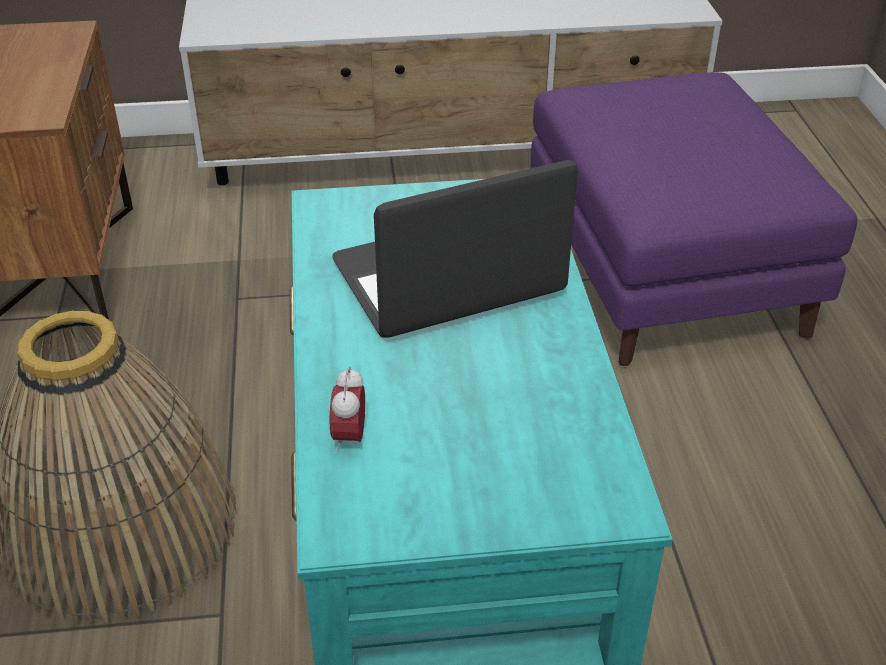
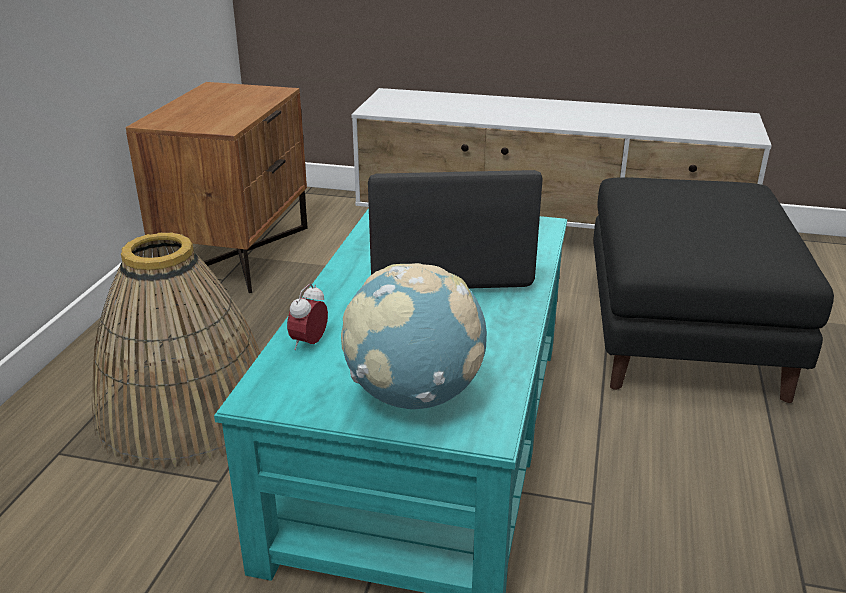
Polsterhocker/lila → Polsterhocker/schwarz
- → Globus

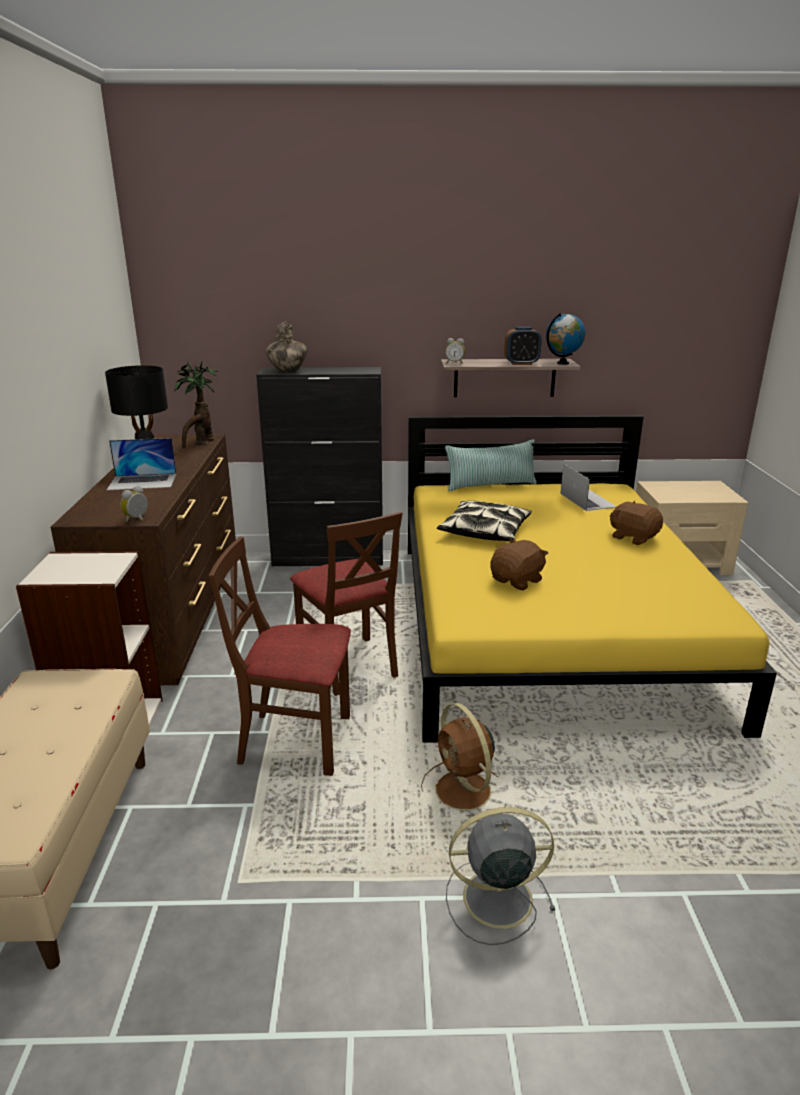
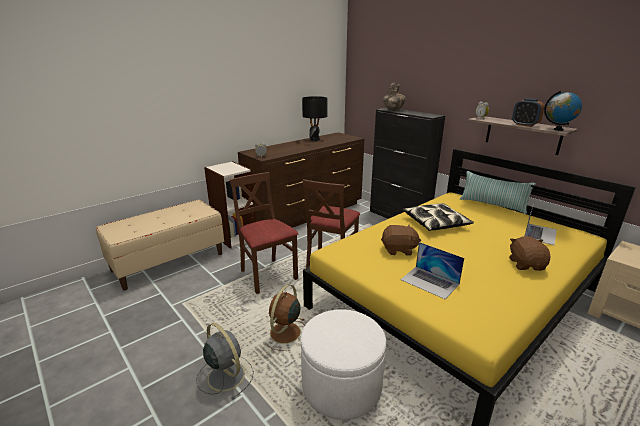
Topfpflanze → -
Laptop (no. 1 from left), shifted
- → Polsterhocker/weiß

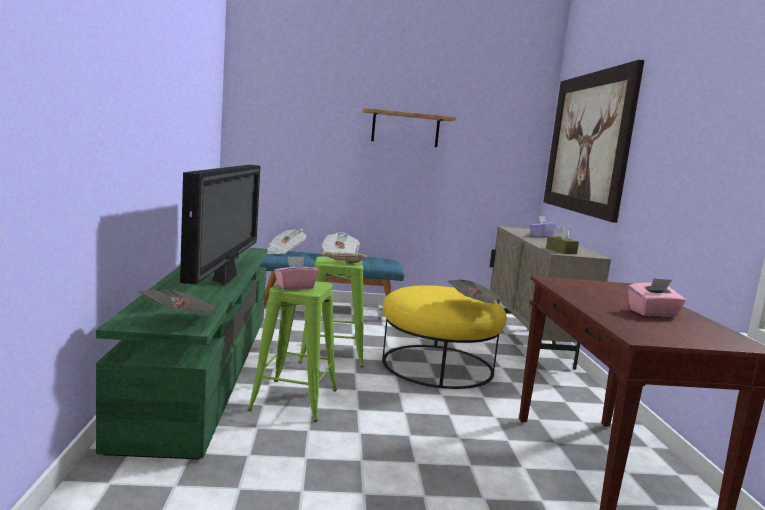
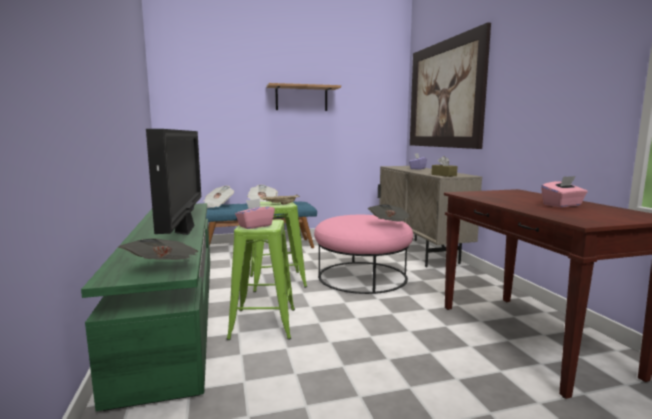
Polsterhocker/gelb → Polsterhocker/rosa

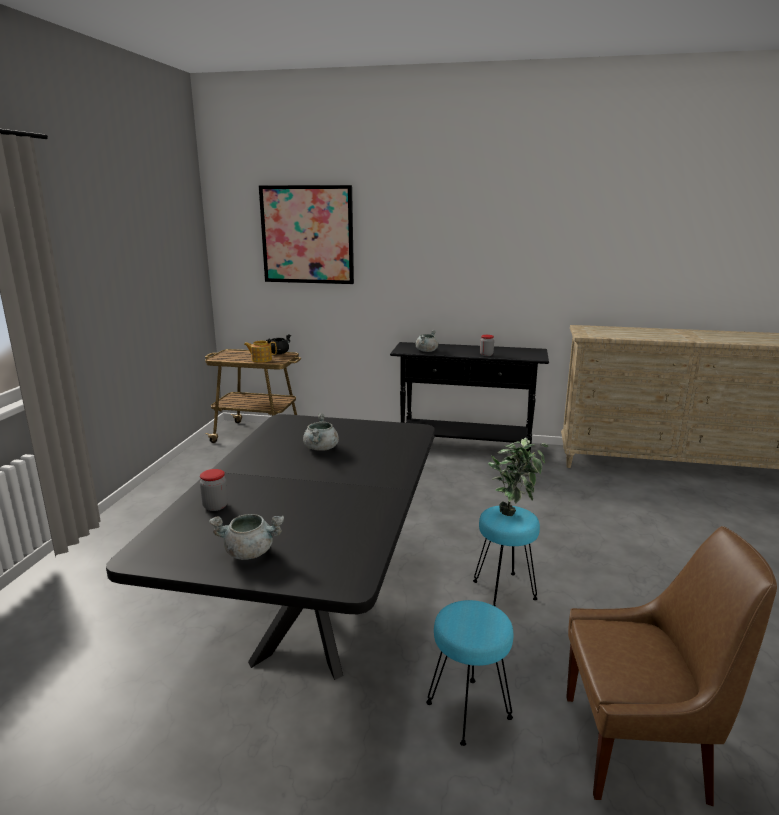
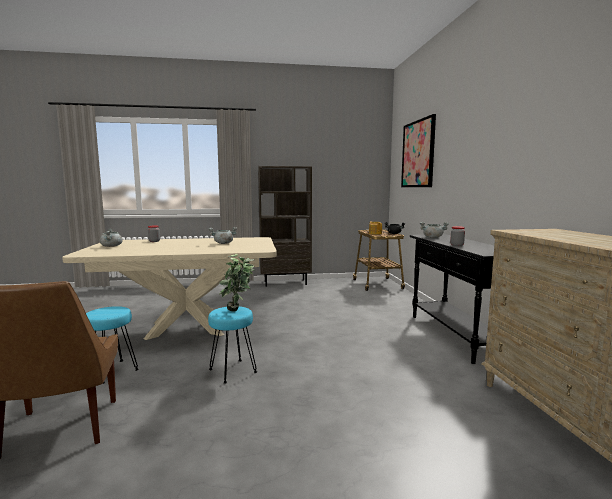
Esstisch/schwarz → Esstisch/beige
- → Bücherregal/braun

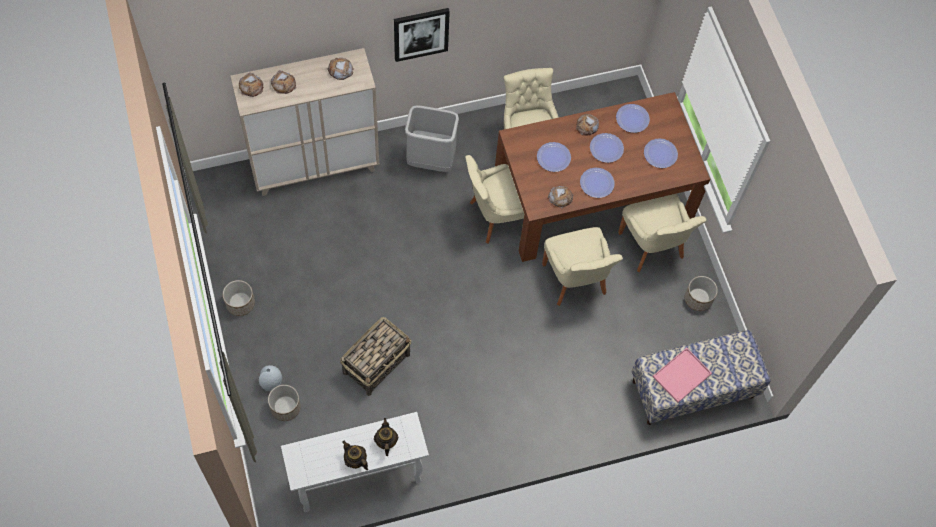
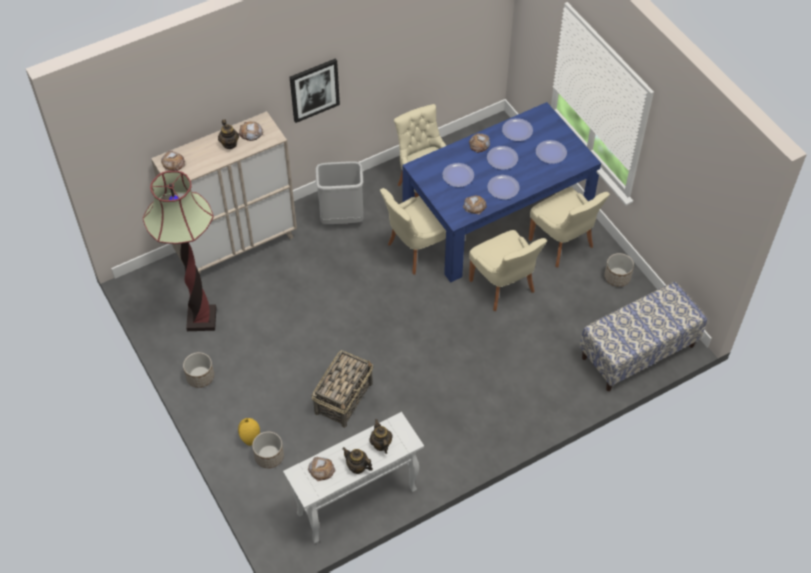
Brot (no. 2 from left in the first image) → Brot (no. 3 from left), shifted
Esstisch/braun → Esstisch/blau
Tablett/rosa → -
Vase/grau → Vase/gelb
- → Teekanne (no. 1 from left)
- → Stehlampe

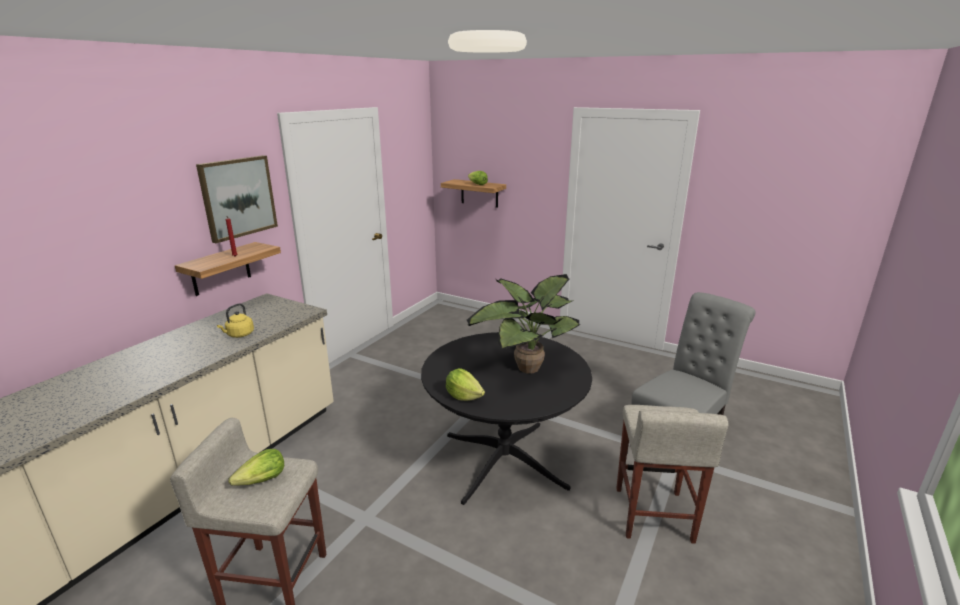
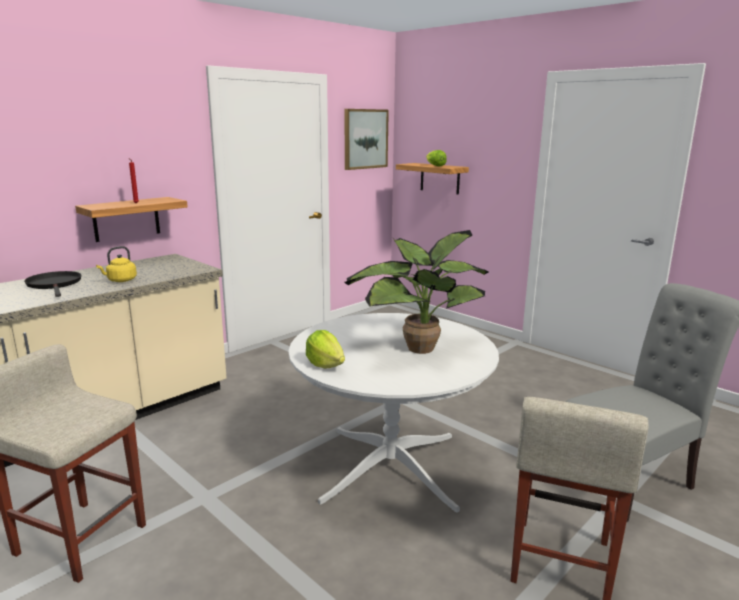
Bild, shifted
Esstisch/schwarz → Esstisch/weiß
Salatkopf (no. 1 from left) → -
- → Pfanne/schwarz

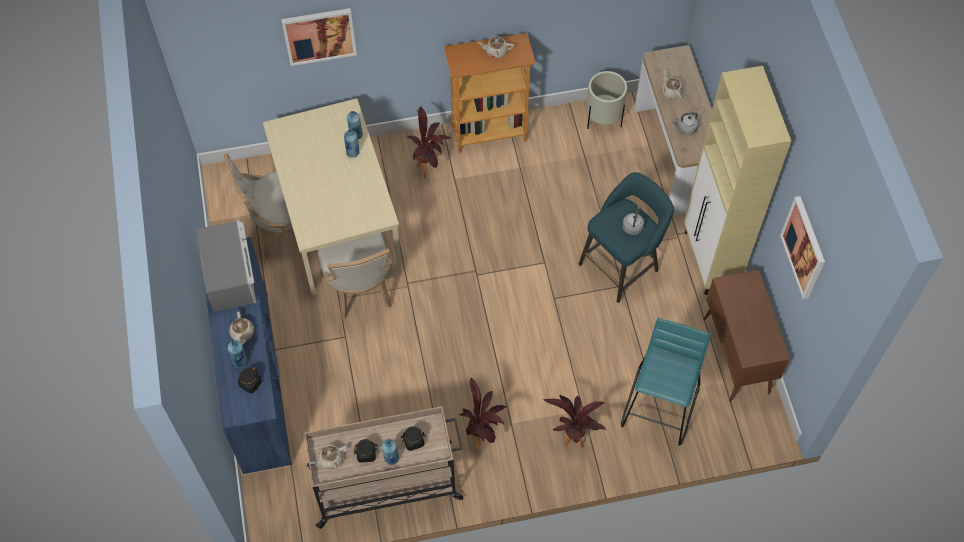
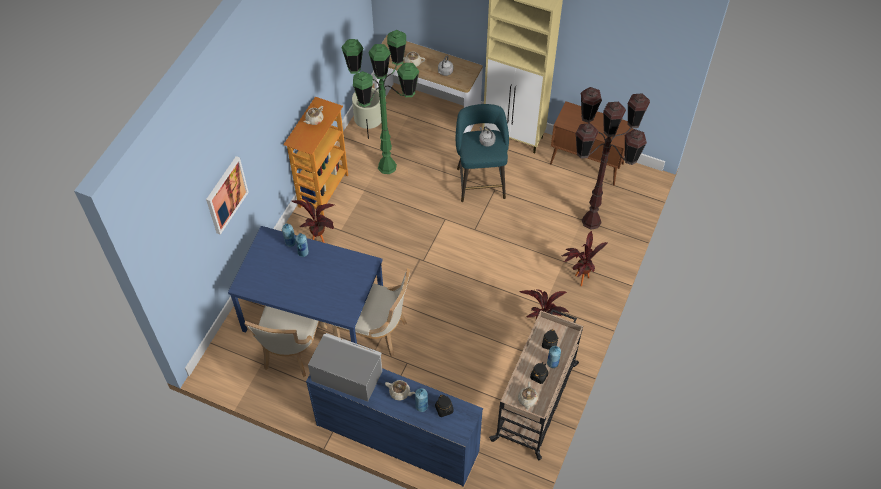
Esstisch/beige → Esstisch/blau
Bild (no. 2 from left) → -
Hocker/türkis (no. 2 from left) → Stehlampe/braun
- → Stehlampe/grün

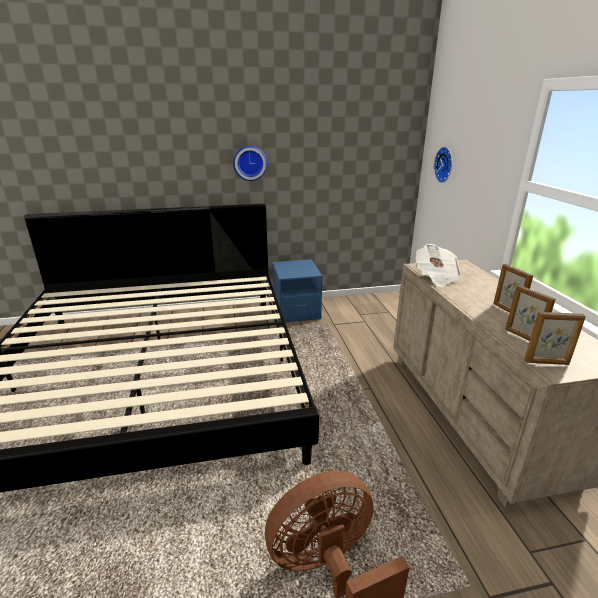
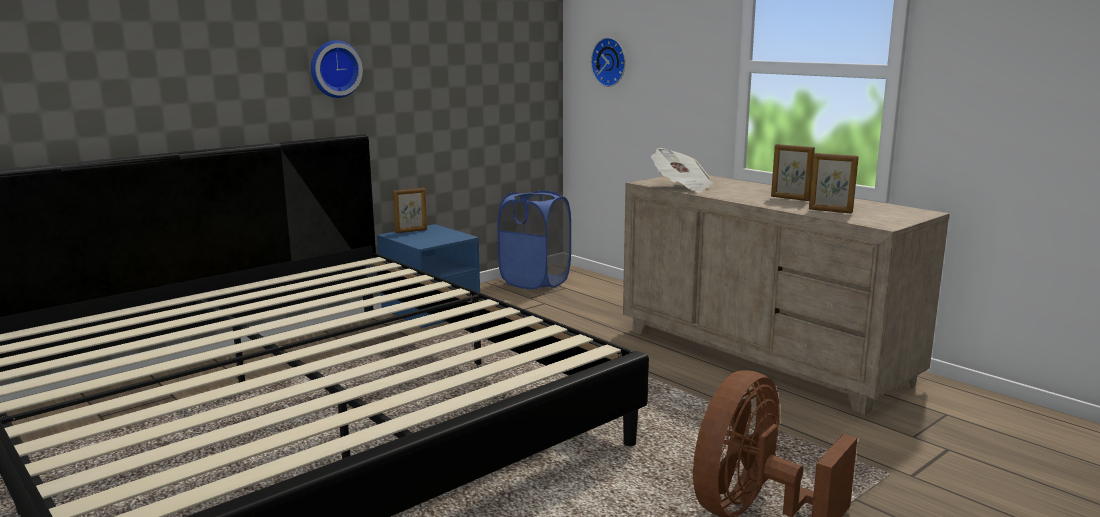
Bilderrahmen (no. 3 from left in the first image) → Bilderrahmen (no. 1 from left), shifted
- → Wäschekorb/blau

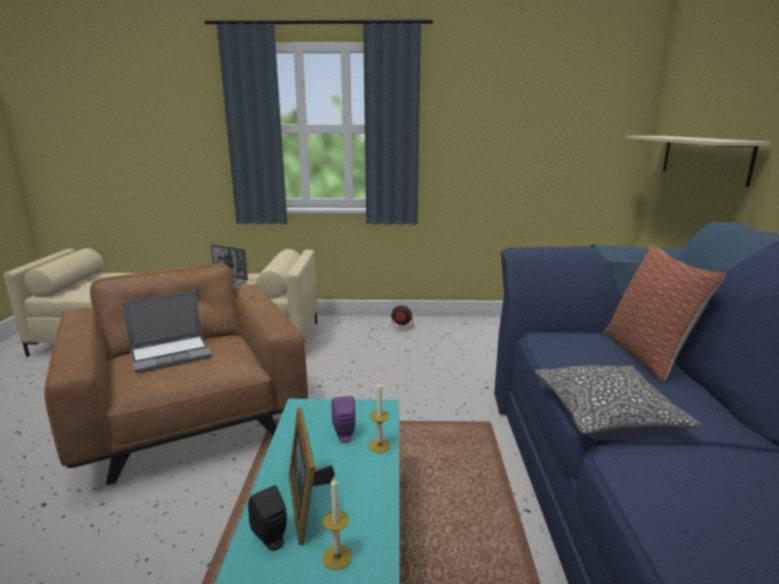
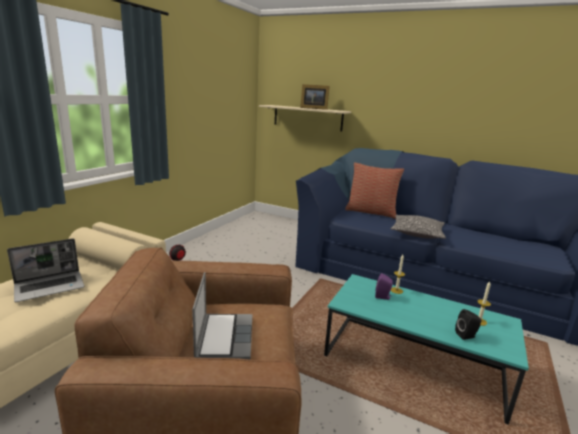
Bilderrahmen, shifted

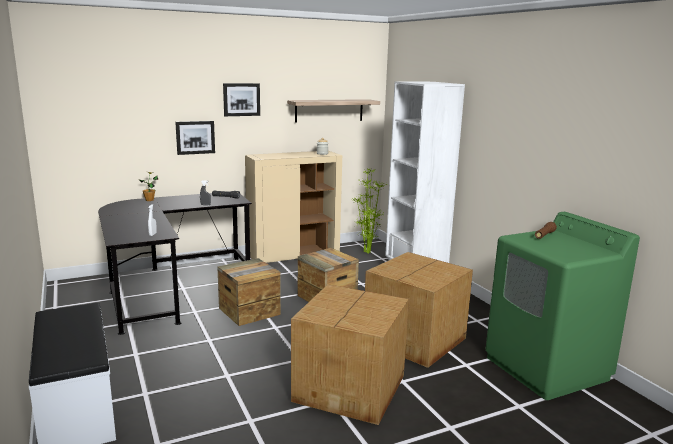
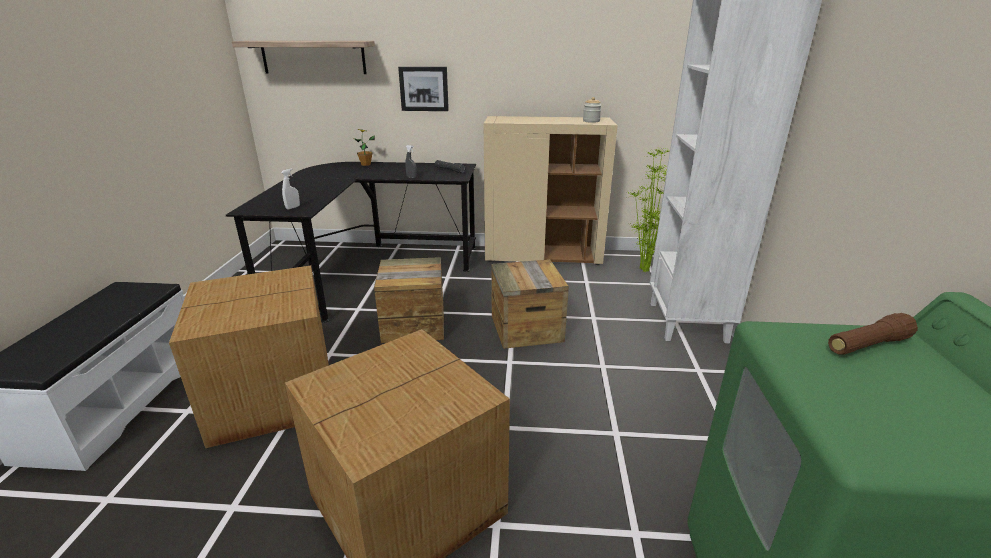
Bild (no. 2 from left) → -
Wandregal, shifted
Karton (no. 2 from left in the first image) → Karton (no. 1 from left), shifted

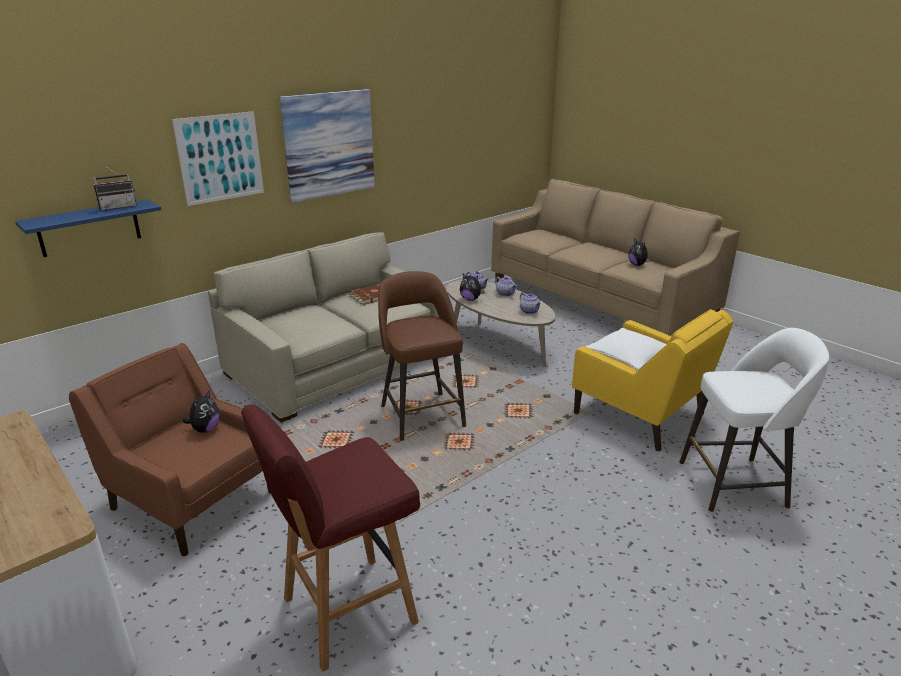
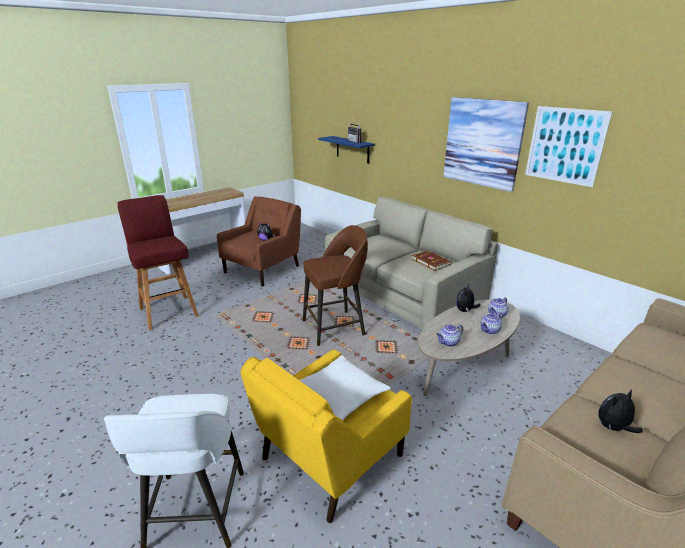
Bild (no. 1 from left in the first image) → Bild (no. 2 from left), shifted

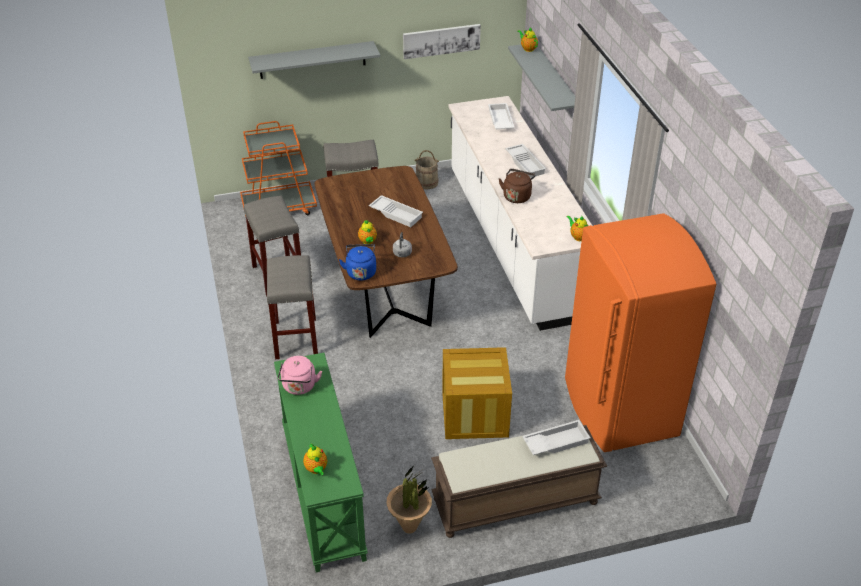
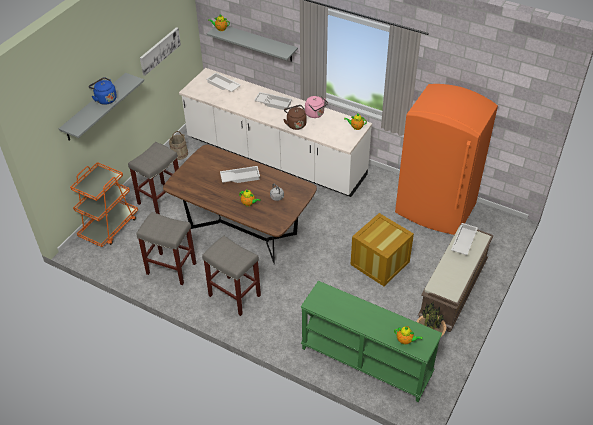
Wasserkessel/blau, shifted
Wasserkessel/rosa, shifted

